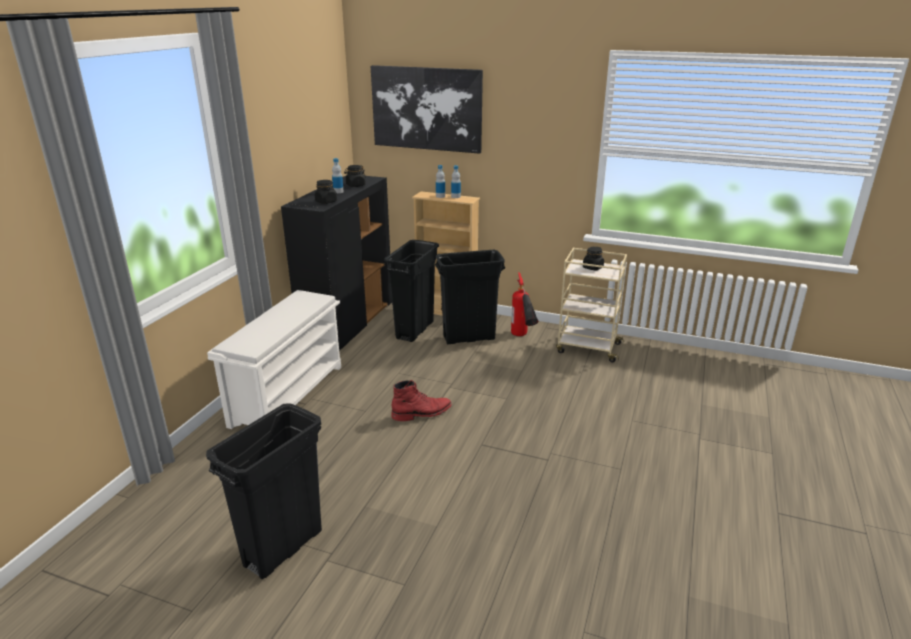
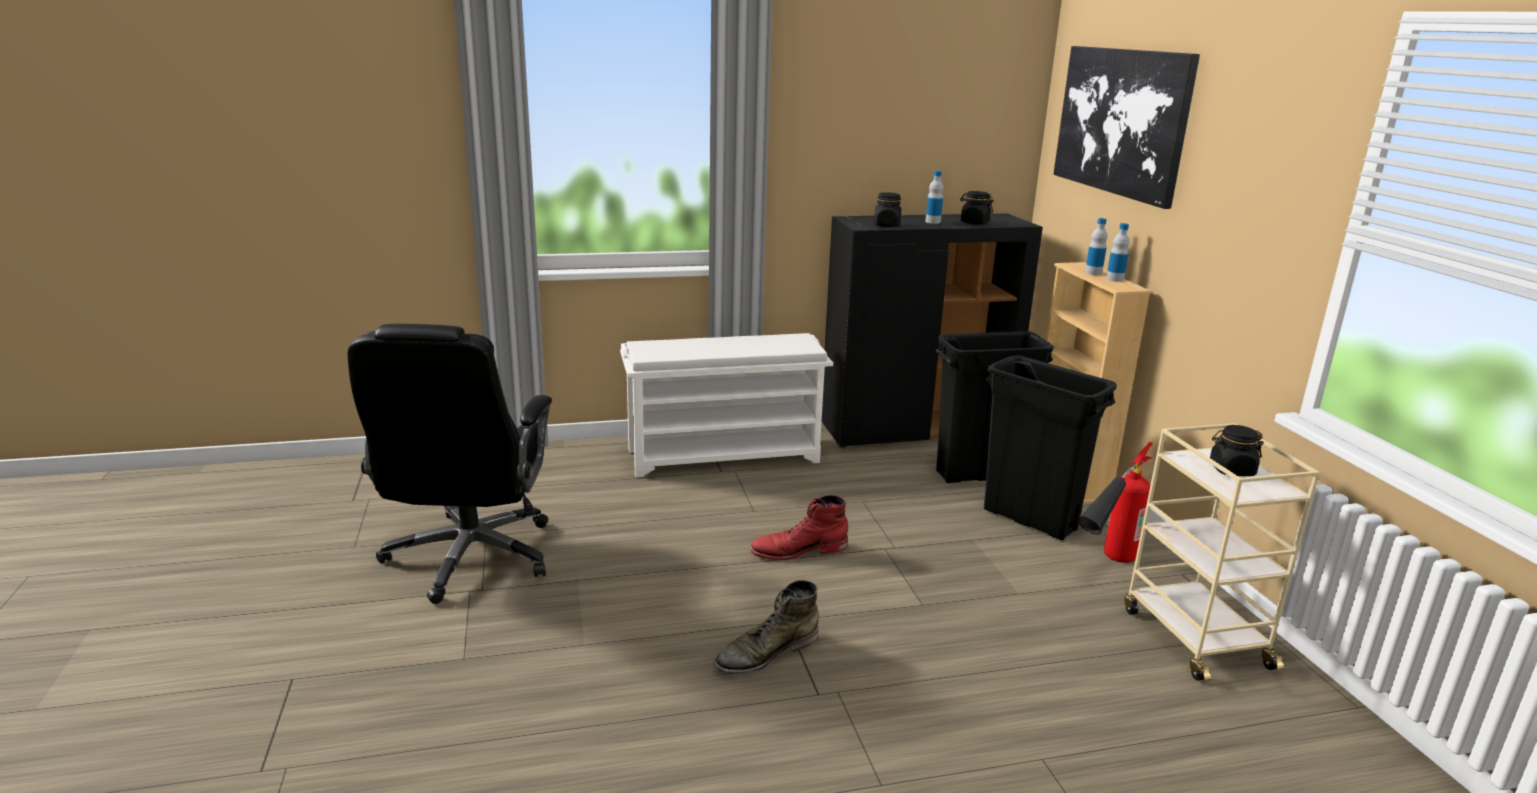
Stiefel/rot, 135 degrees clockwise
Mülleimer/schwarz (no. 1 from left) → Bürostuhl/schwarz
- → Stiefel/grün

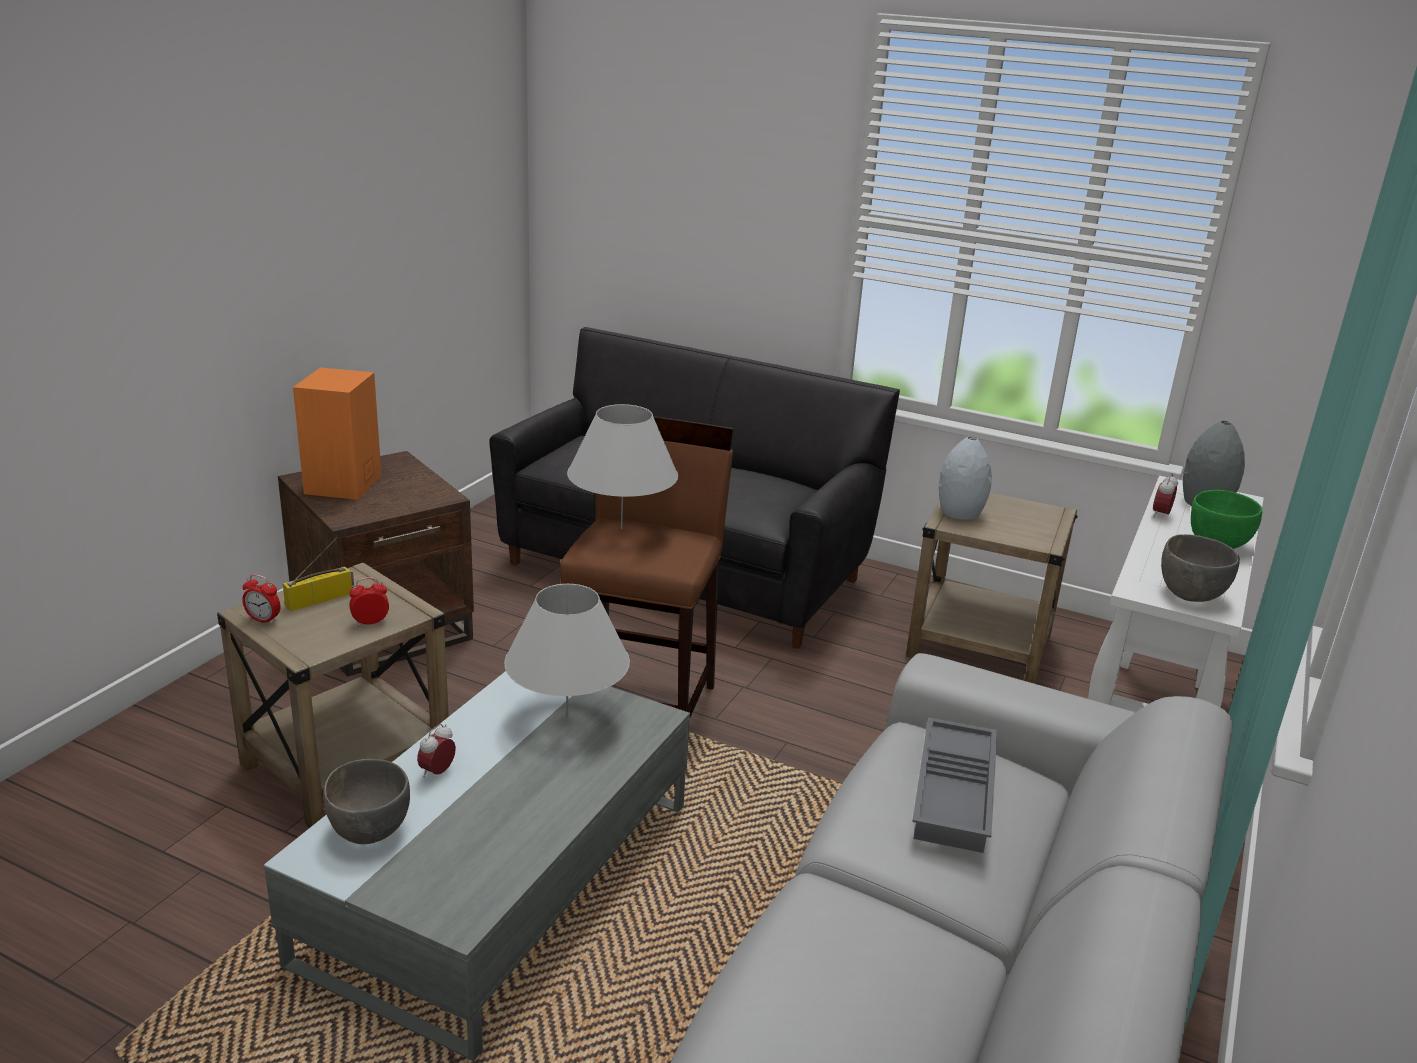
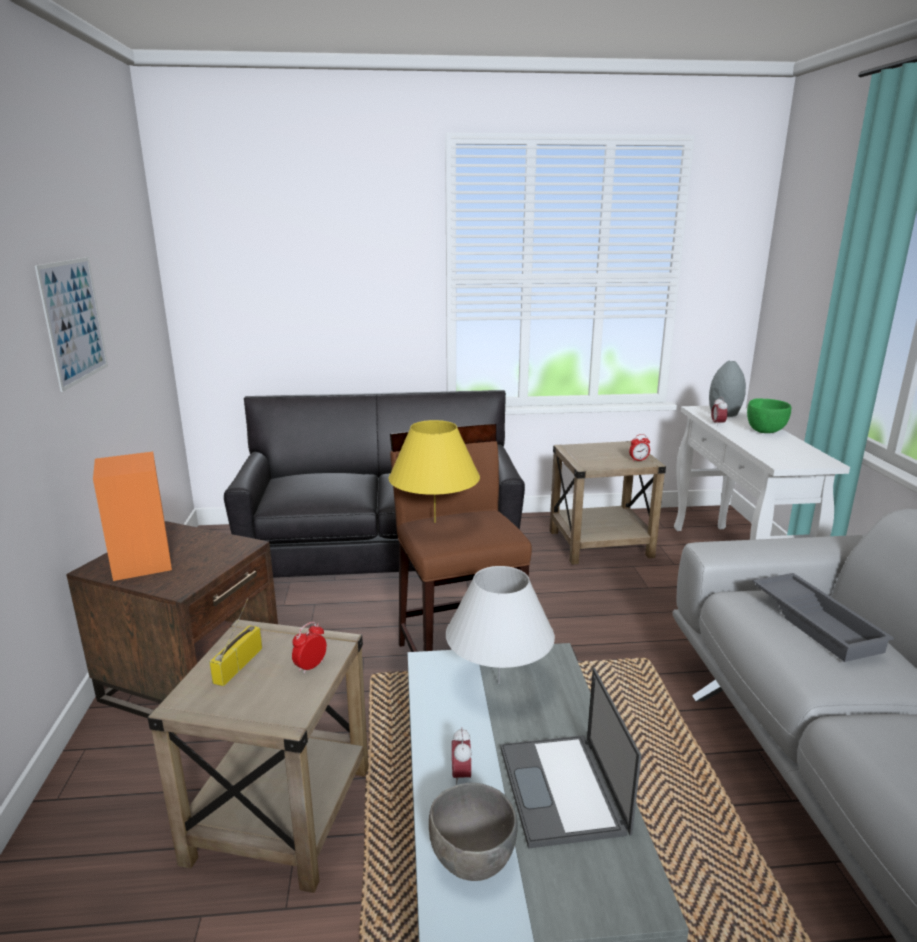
Tischlampe/weiß (no. 2 from left) → Tischlampe/gelb
Vase/grau (no. 1 from left) → -
Schüssel/grau (no. 2 from left) → -
Wecker (no. 1 from left in the first image) → Wecker (no. 3 from left), shifted
- → Bild
- → Laptop

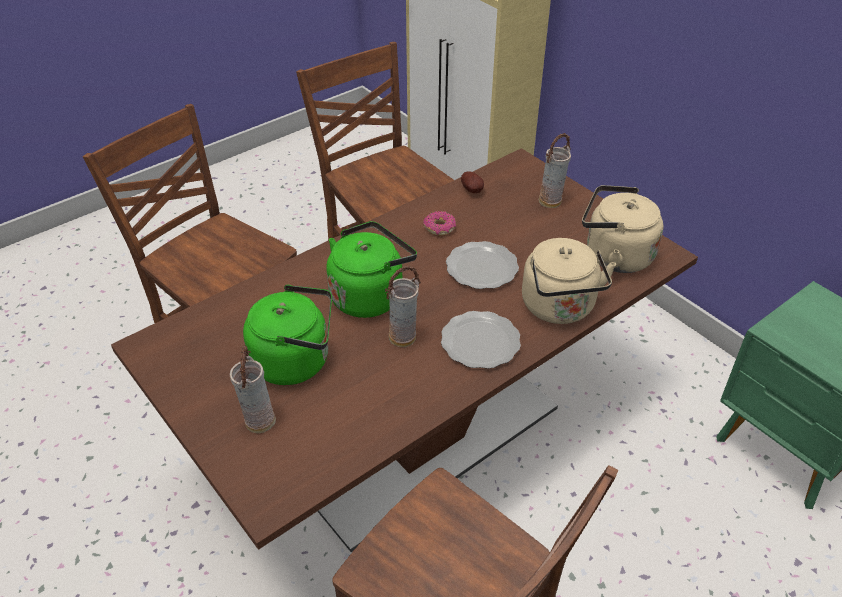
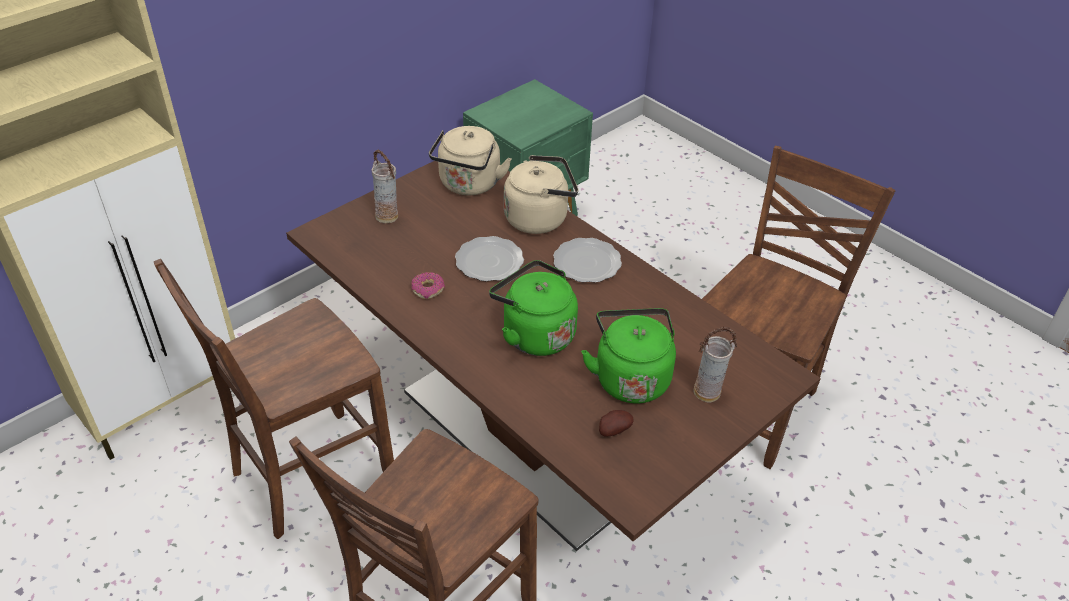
Kartoffel, shifted
Vase (no. 2 from left) → -

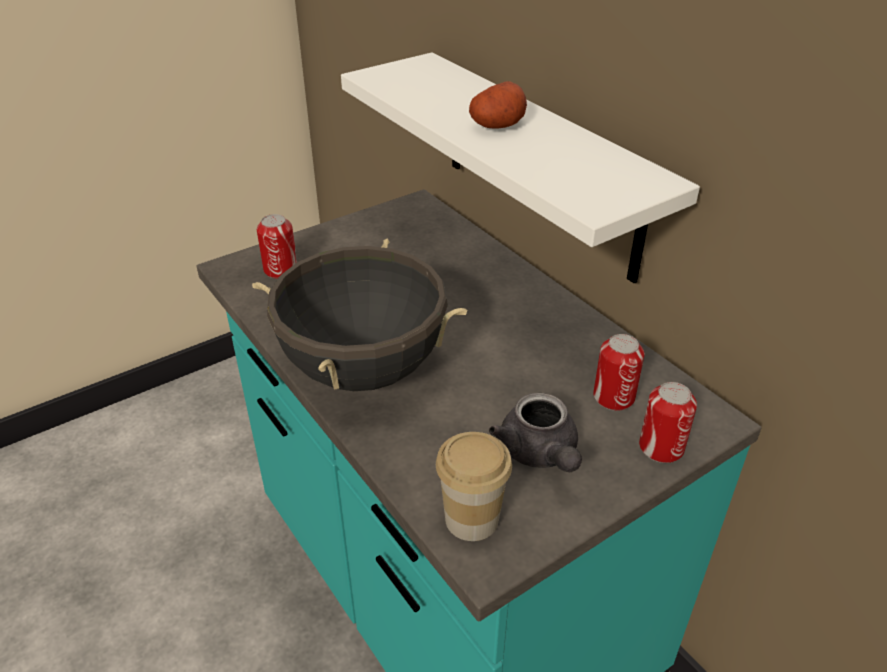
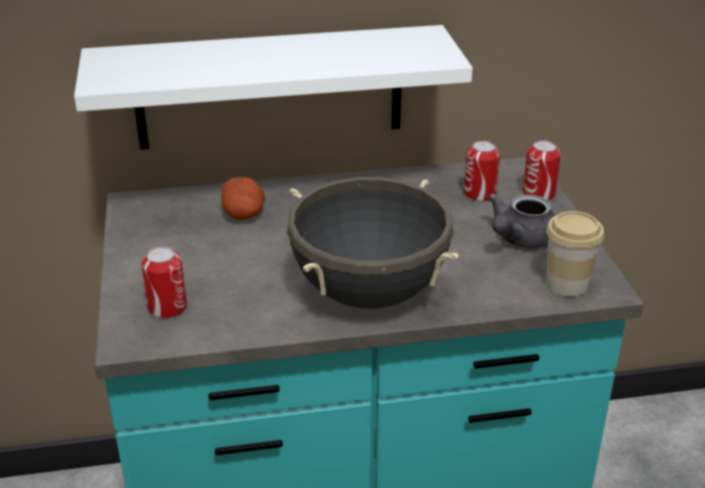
Kartoffel, shifted
Teekanne/grau, 120 degrees clockwise

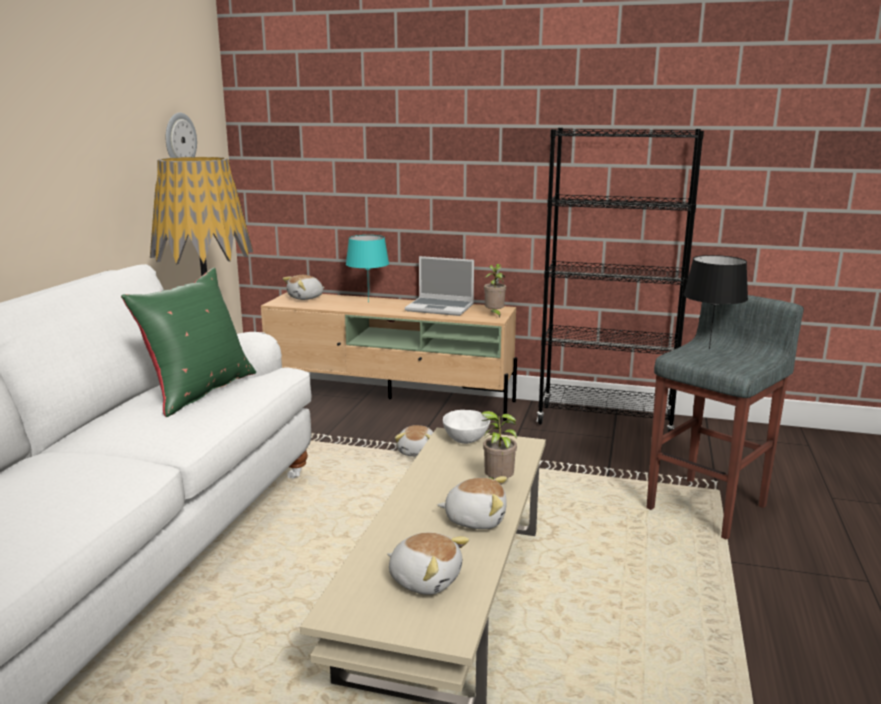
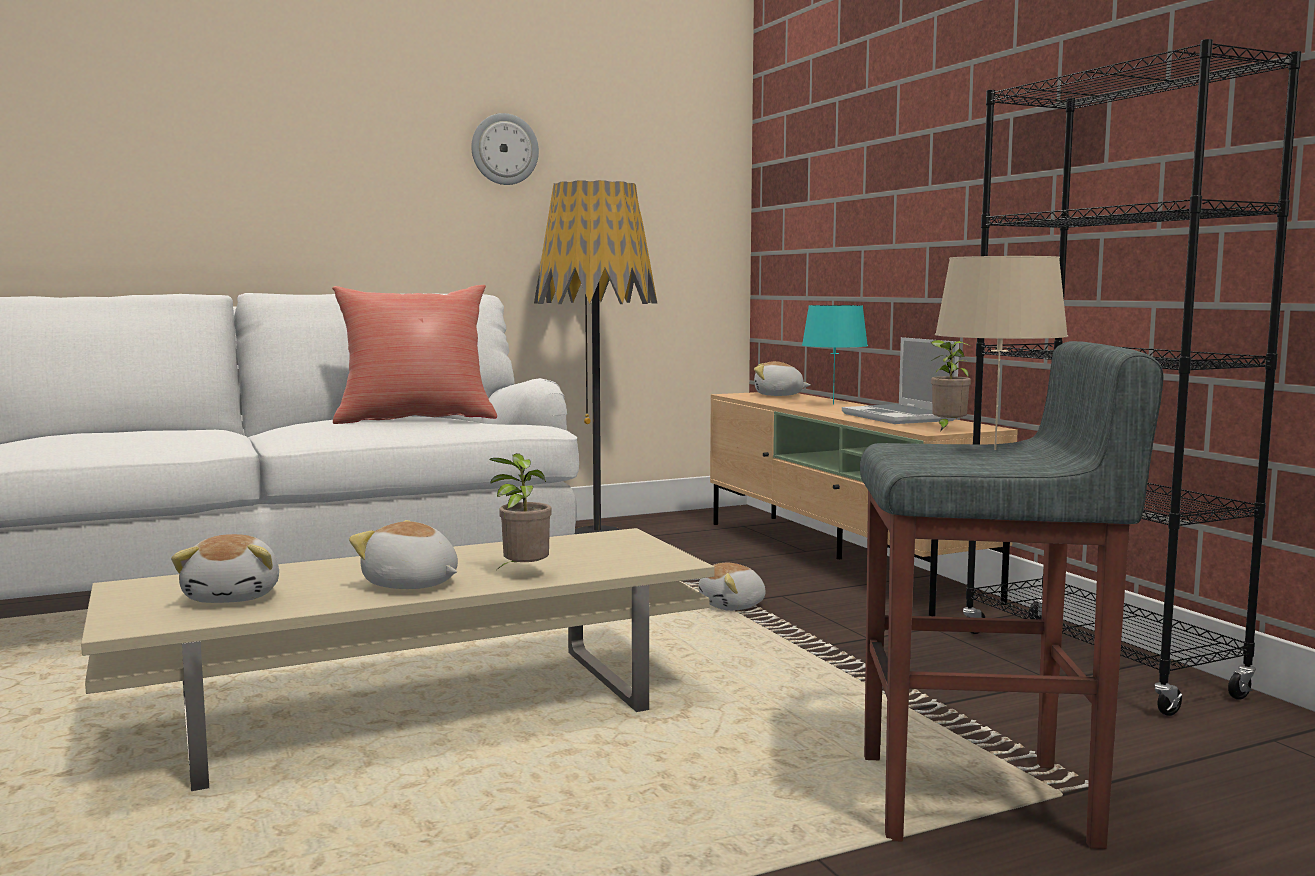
Wanduhr, shifted
Tischlampe/schwarz → Tischlampe/beige
Kissen/grün → Kissen/rot
Schüssel/weiß → -
Plüschtier (no. 4 from left in the first image) → Plüschtier (no. 2 from left), 150 degrees clockwise

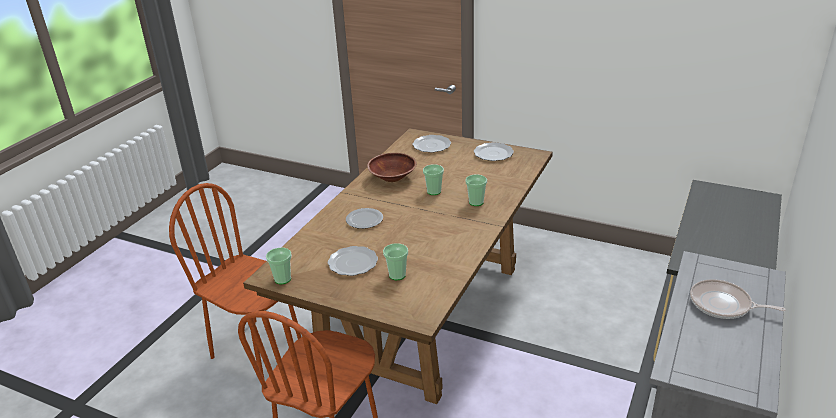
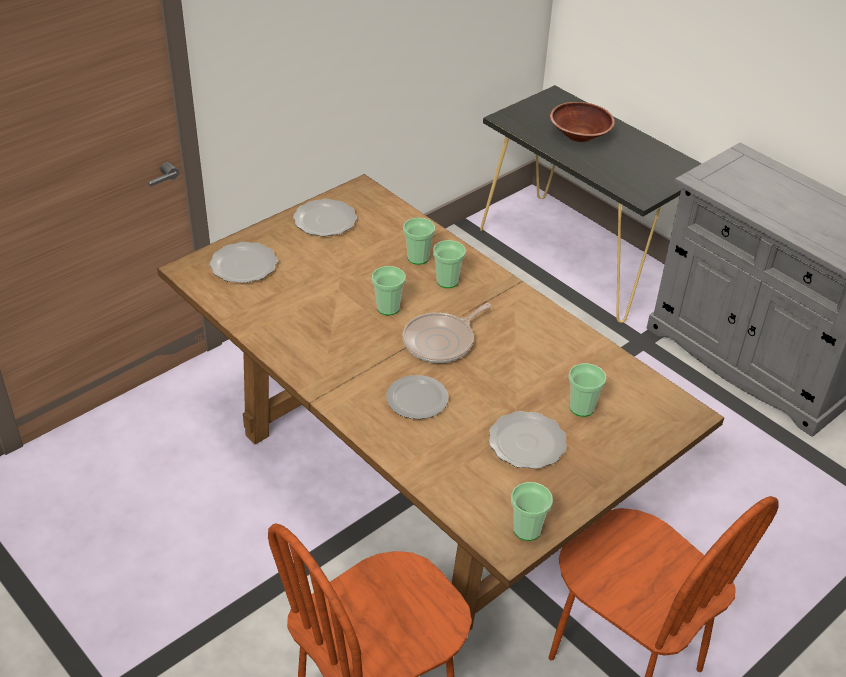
Schüssel/braun, shifted
Pfanne, shifted
- → Tasse (no. 2 from left)

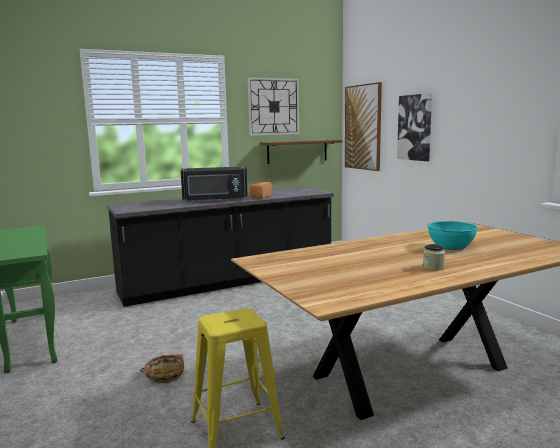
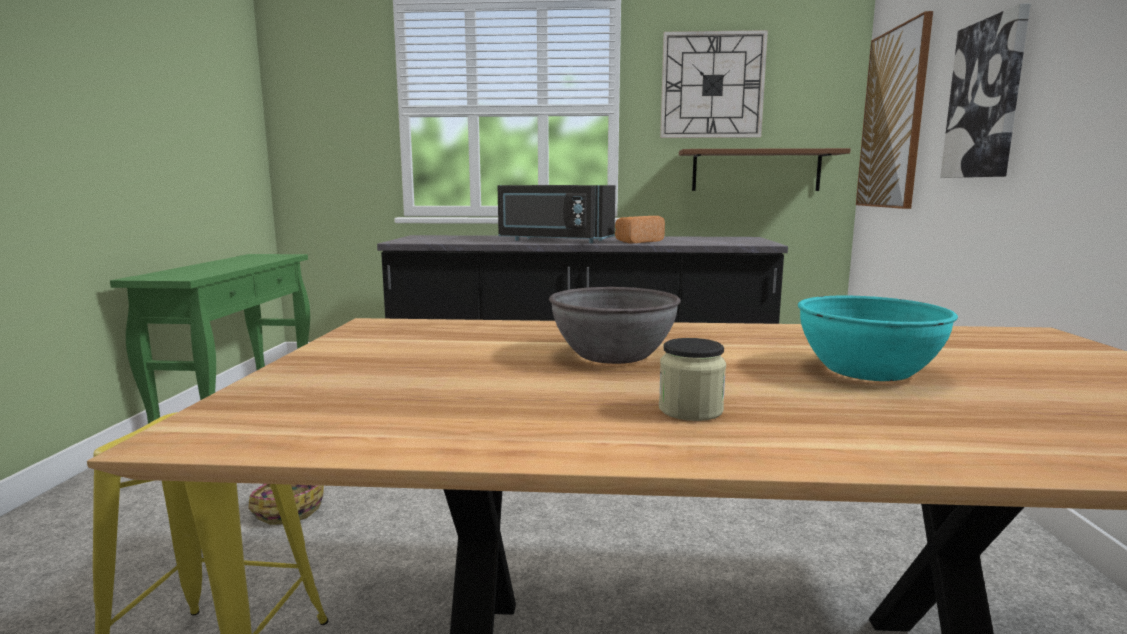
- → Schüssel/grau

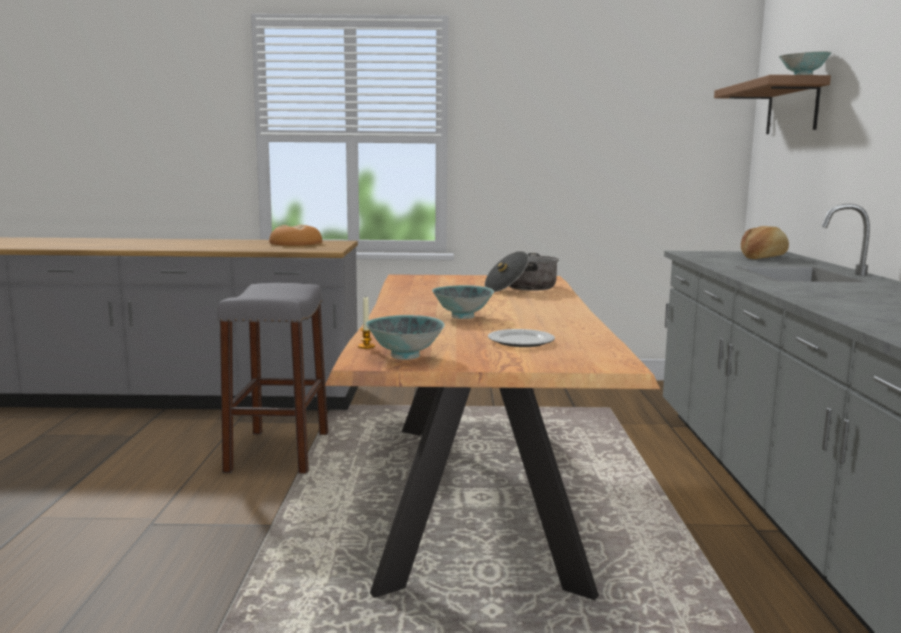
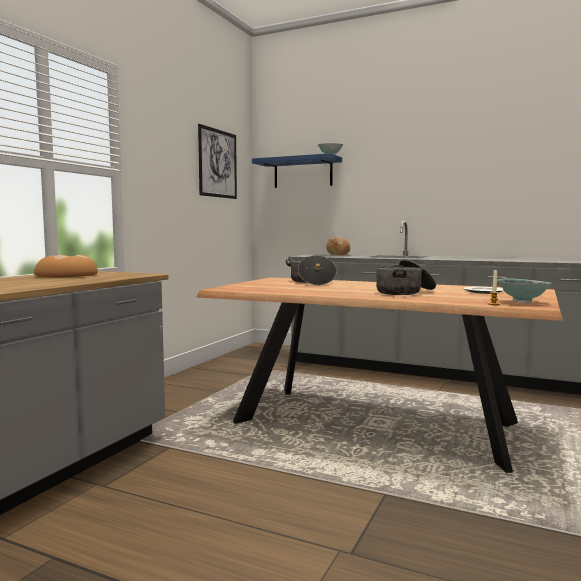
Wandregal/braun → Wandregal/blau
Hocker/grau → -
Schüssel (no. 2 from left) → Kochtopf (no. 2 from left)
- → Bild

